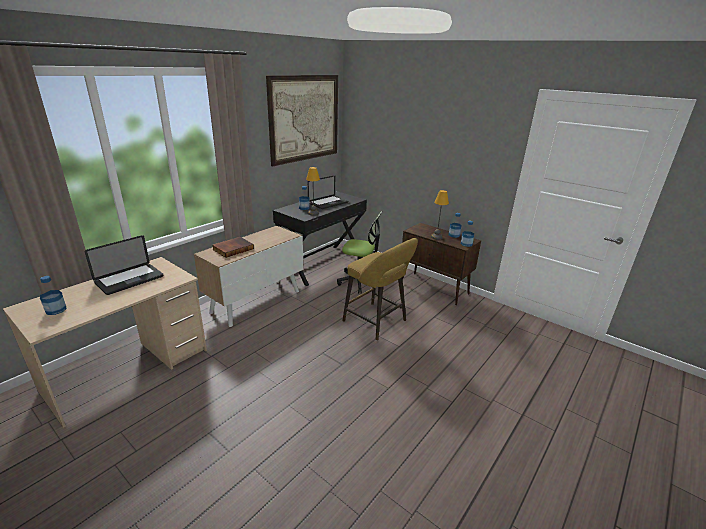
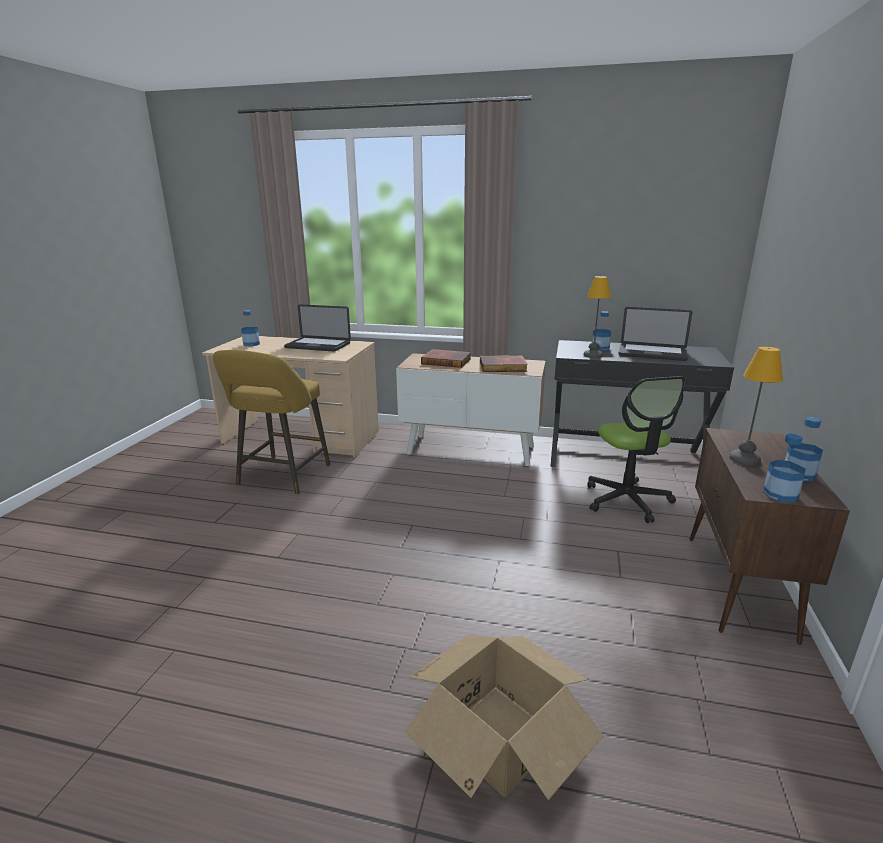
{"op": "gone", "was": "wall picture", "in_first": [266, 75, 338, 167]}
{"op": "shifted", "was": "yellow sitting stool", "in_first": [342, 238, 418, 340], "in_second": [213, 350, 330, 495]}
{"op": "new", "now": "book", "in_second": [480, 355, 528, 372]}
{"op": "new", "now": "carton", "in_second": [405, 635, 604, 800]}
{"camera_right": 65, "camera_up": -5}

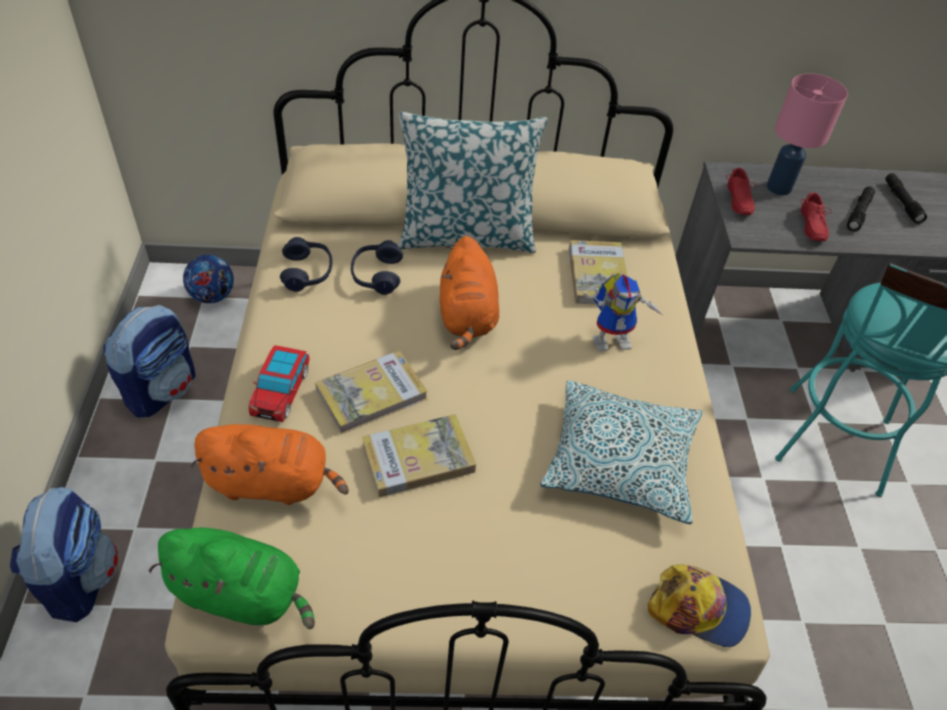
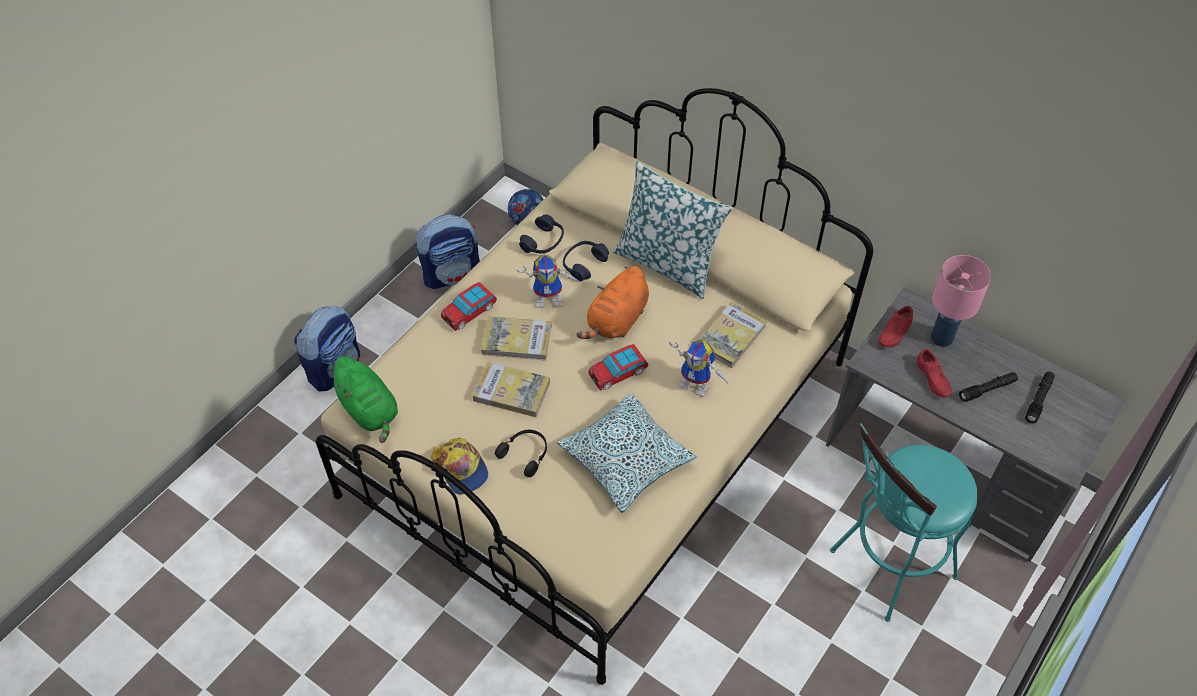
{"op": "rotated", "was": "red-coloured shoe", "in_first": [801, 192, 832, 241], "in_second": [917, 349, 952, 398], "clockwise": -60}
{"op": "gone", "was": "orange-coloured soft toy", "in_first": [191, 424, 349, 505]}
{"op": "shifted", "was": "baseball cap", "in_first": [648, 565, 751, 647], "in_second": [431, 438, 488, 495]}
{"op": "new", "now": "robot figure", "in_second": [516, 254, 581, 308]}
{"op": "new", "now": "toy car", "in_second": [589, 344, 649, 391]}
{"op": "new", "now": "black-coloured headphones", "in_second": [495, 430, 547, 477]}
{"camera_right": 40, "camera_up": 5}

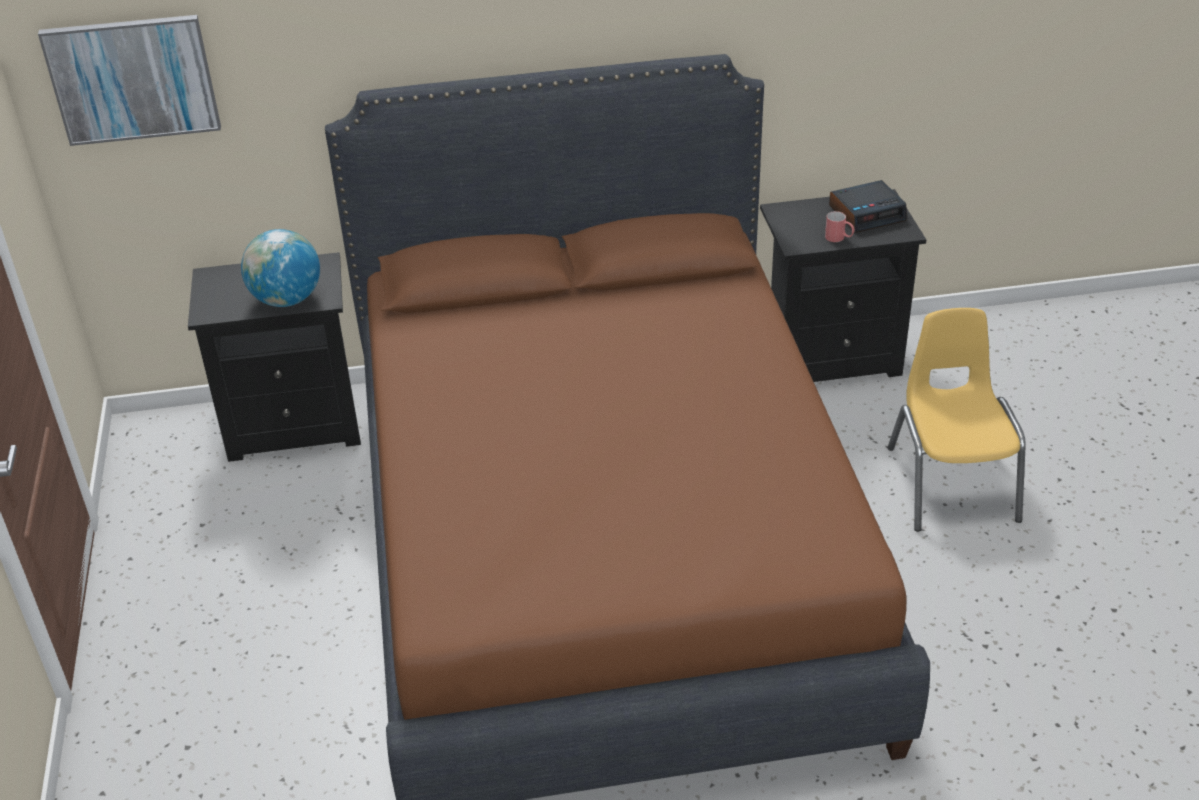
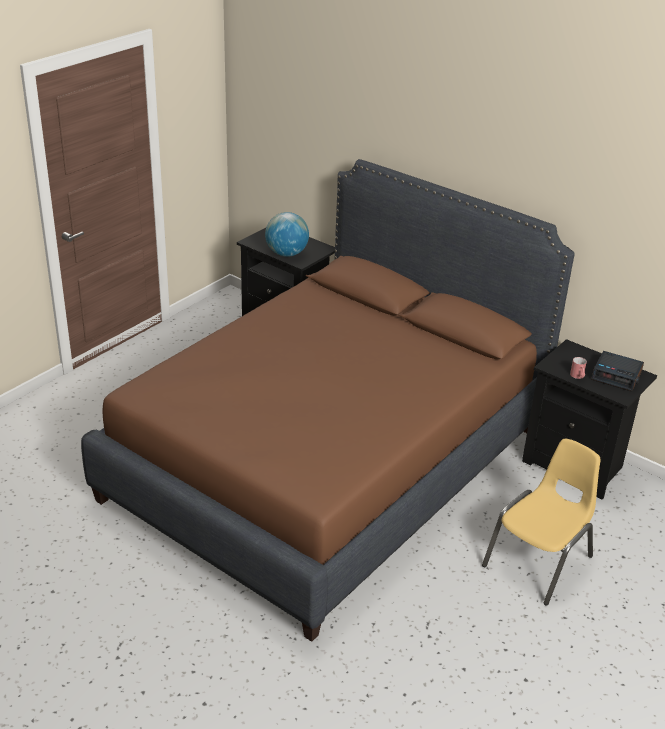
{"op": "gone", "was": "wall picture", "in_first": [38, 15, 221, 146]}
{"camera_right": 45, "camera_up": -5}

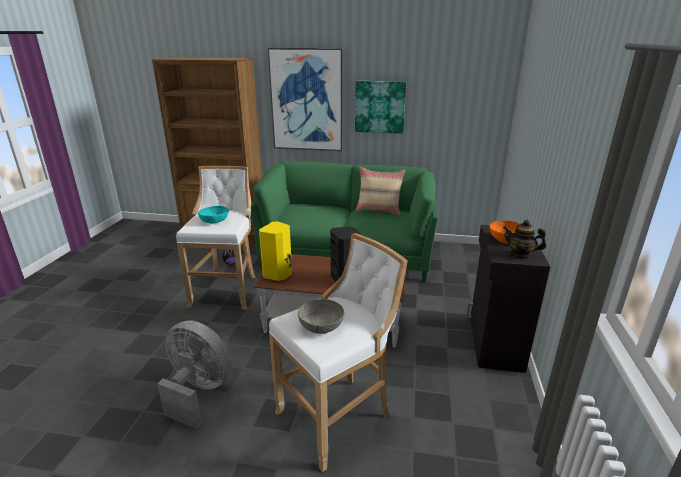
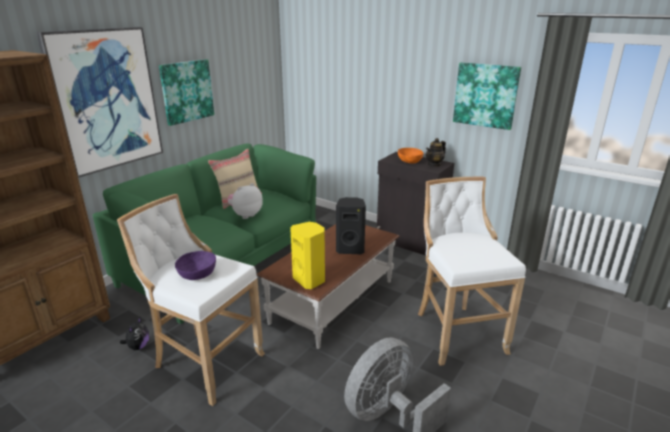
{"op": "repainted", "was": "turquoise-coloured deep dish", "now": "purple-coloured deep dish", "in_first": [198, 206, 229, 224], "in_second": [175, 251, 216, 280]}
{"op": "gone", "was": "gray deep dish", "in_first": [298, 299, 345, 334]}
{"op": "new", "now": "wall picture", "in_second": [453, 62, 521, 130]}
{"op": "new", "now": "soft toy", "in_second": [227, 183, 263, 219]}
{"camera_right": -65, "camera_up": 0}

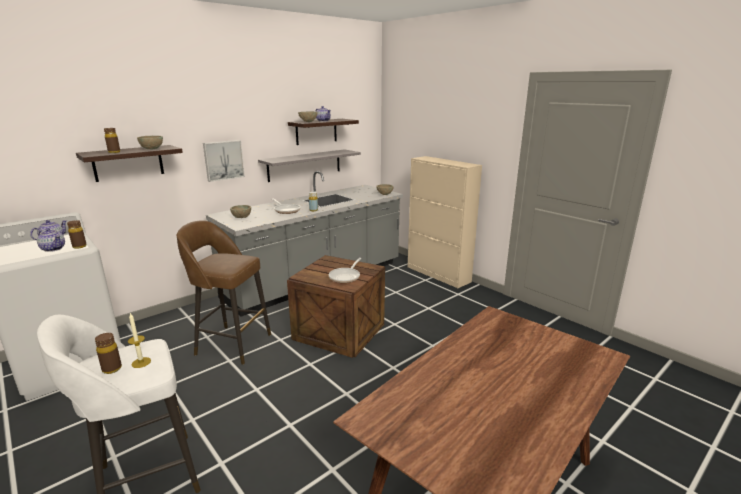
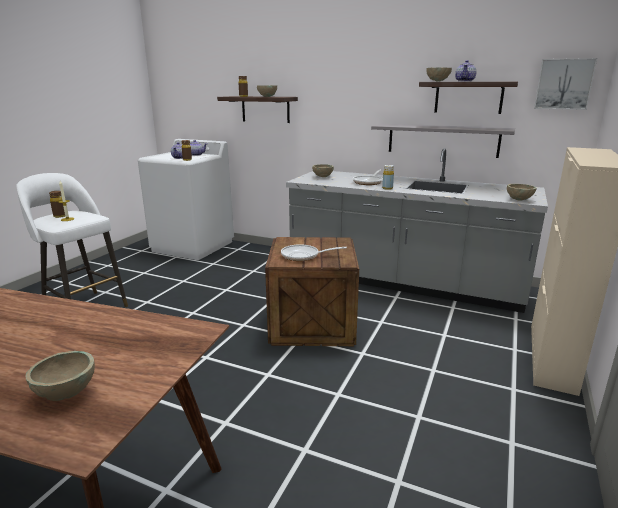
{"op": "shifted", "was": "wall picture", "in_first": [203, 140, 245, 182], "in_second": [534, 58, 597, 110]}
{"op": "gone", "was": "brown sitting stool", "in_first": [177, 220, 271, 365]}
{"op": "new", "now": "beige deep dish", "in_second": [26, 351, 95, 401]}
{"camera_right": 65, "camera_up": 0}

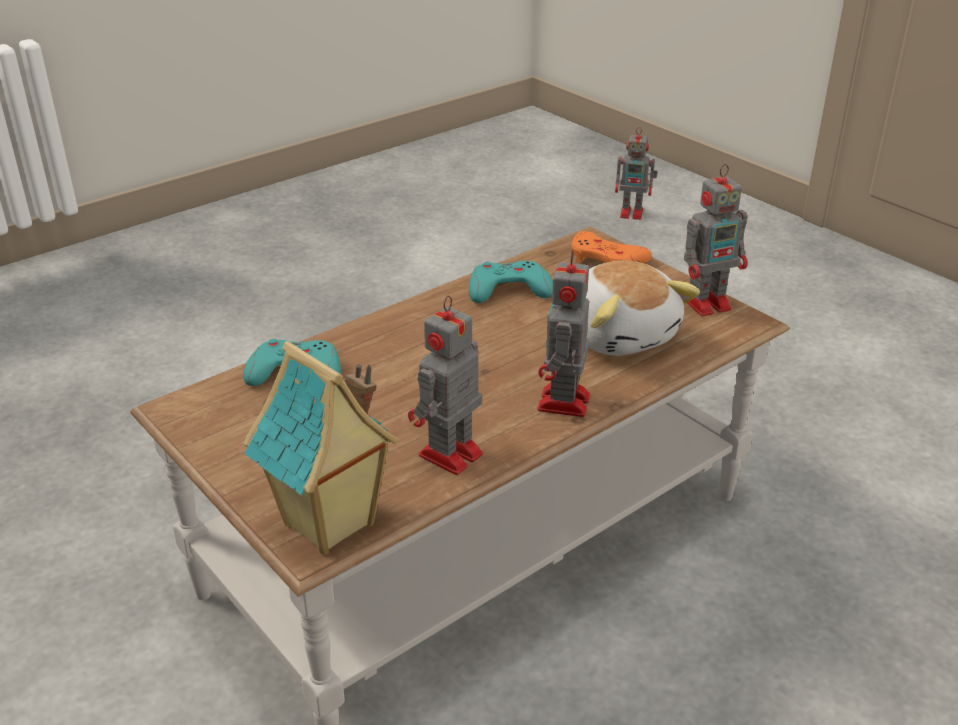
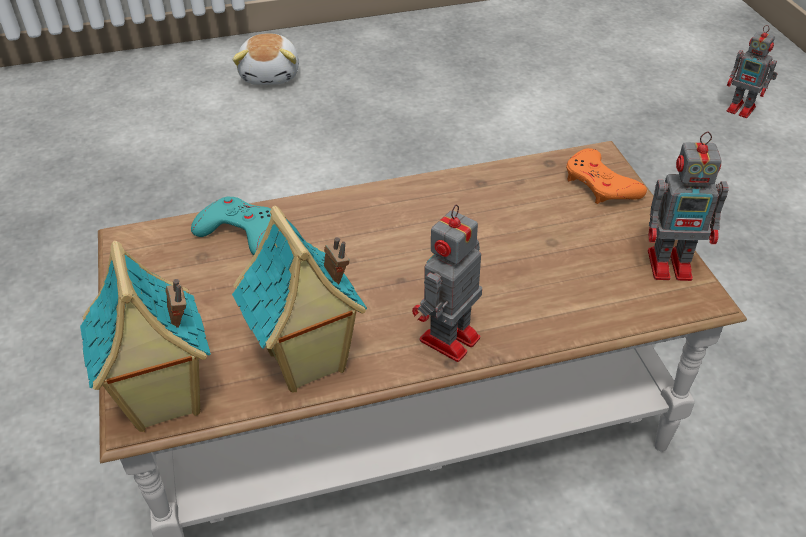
{"op": "gone", "was": "turquoise-coloured gamepad", "in_first": [469, 261, 553, 303]}
{"op": "shifted", "was": "soft toy", "in_first": [586, 261, 700, 356], "in_second": [232, 33, 299, 85]}
{"op": "swapped", "was": "robot figure", "now": "model house", "in_first": [408, 296, 483, 475], "in_second": [232, 206, 367, 393]}
{"camera_right": 25, "camera_up": 10}

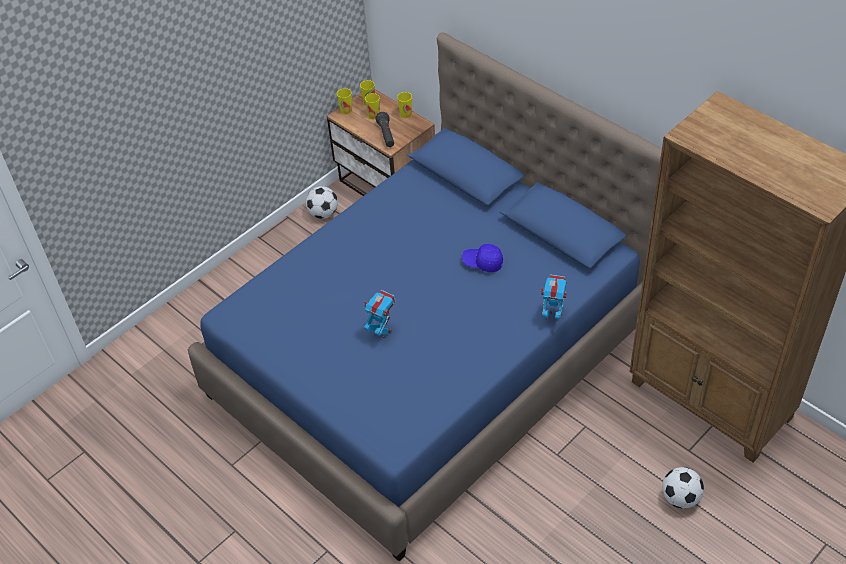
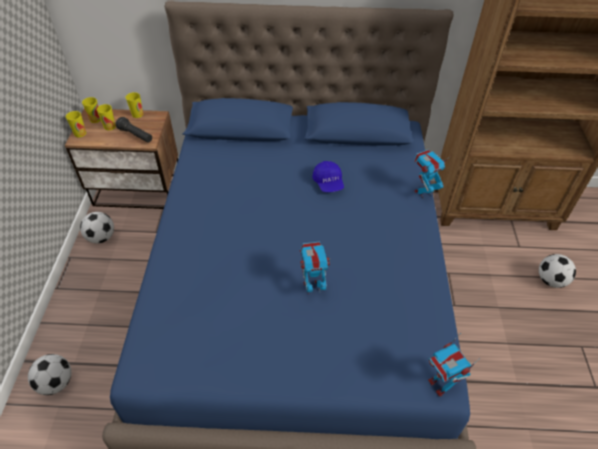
{"op": "rotated", "was": "blue-coloured baseball cap", "in_first": [462, 244, 503, 272], "in_second": [312, 161, 344, 192], "clockwise": -75}
{"op": "new", "now": "robot figure", "in_second": [428, 333, 480, 397]}
{"op": "new", "now": "football", "in_second": [28, 354, 72, 395]}
{"camera_right": -45, "camera_up": 0}

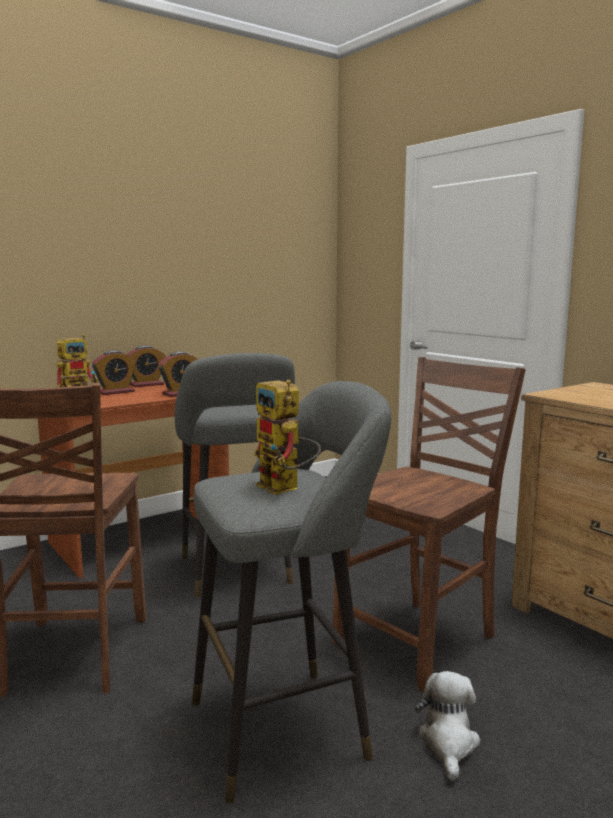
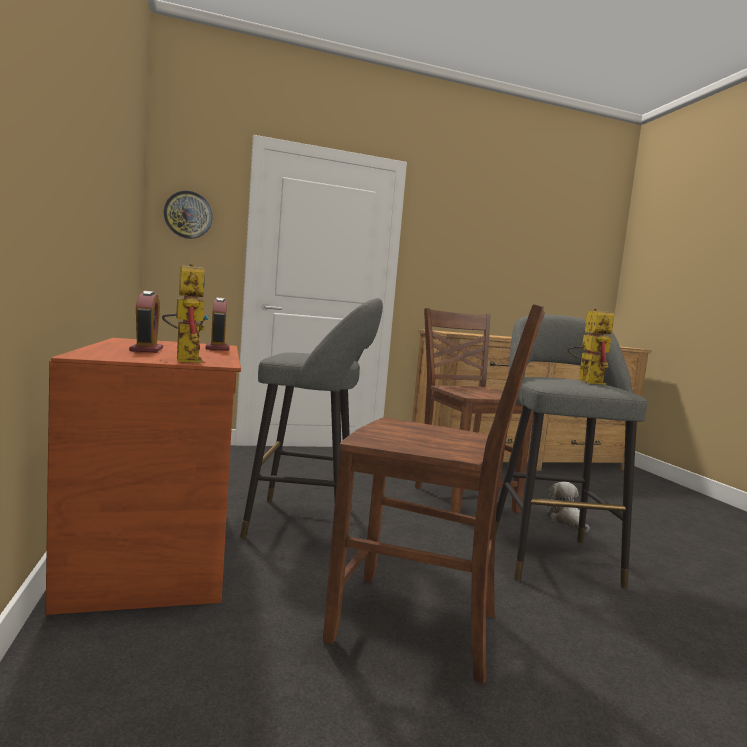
{"op": "gone", "was": "bedside clock", "in_first": [127, 346, 166, 387]}
{"op": "rotated", "was": "robot figure", "in_first": [254, 380, 321, 495], "in_second": [568, 308, 614, 385], "clockwise": -75}
{"op": "rotated", "was": "soft toy", "in_first": [415, 671, 480, 781], "in_second": [547, 482, 590, 533], "clockwise": 45}
{"op": "new", "now": "wall clock", "in_second": [164, 191, 212, 239]}
{"camera_right": -70, "camera_up": -5}

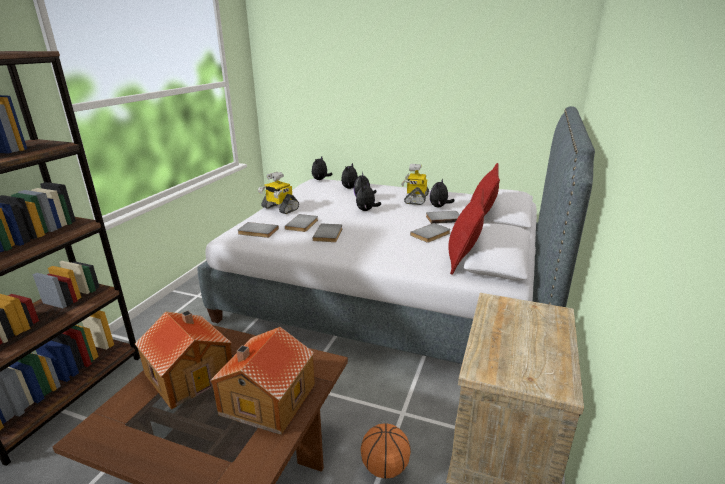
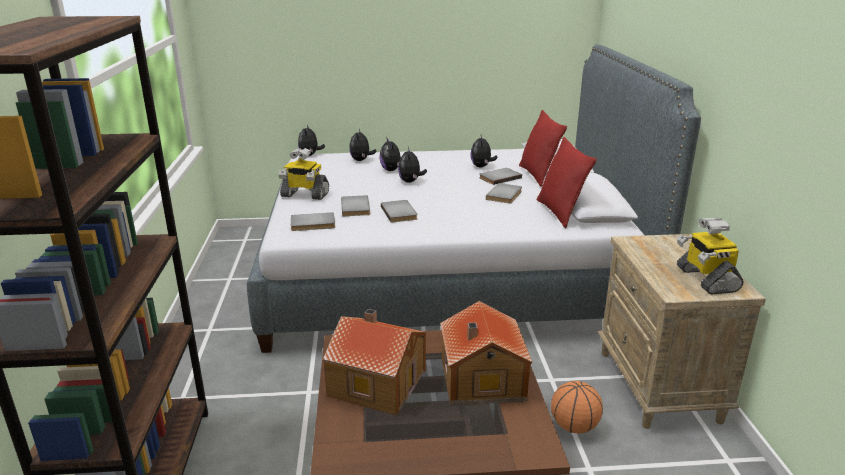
{"op": "shifted", "was": "robot figure", "in_first": [401, 164, 429, 205], "in_second": [677, 218, 744, 295]}
{"camera_right": -25, "camera_up": 0}

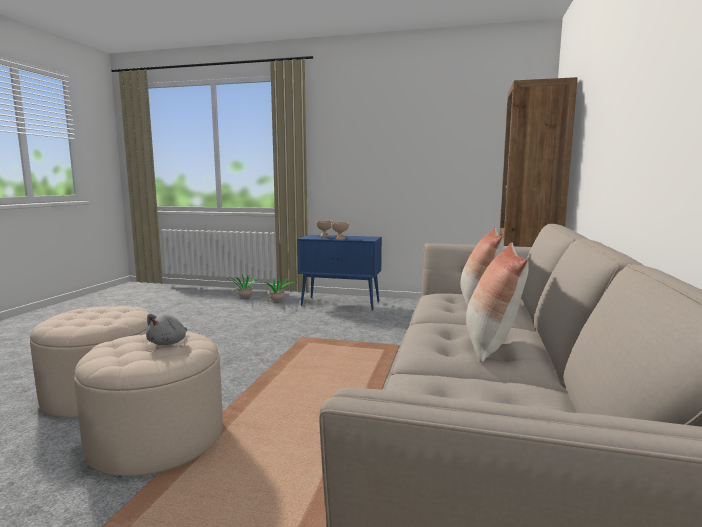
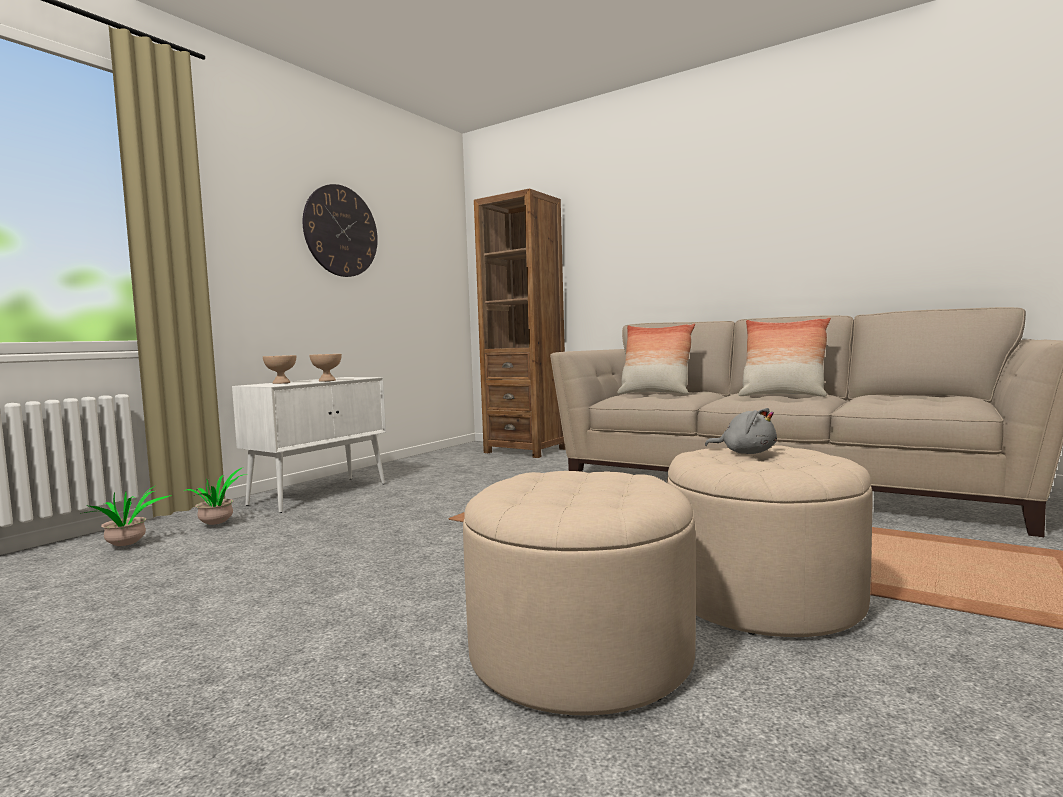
{"op": "repainted", "was": "blue-coloured cupboard", "now": "white cupboard", "in_first": [297, 235, 382, 311], "in_second": [232, 377, 386, 513]}
{"op": "new", "now": "wall clock", "in_second": [303, 184, 378, 277]}
{"camera_right": -70, "camera_up": -5}

